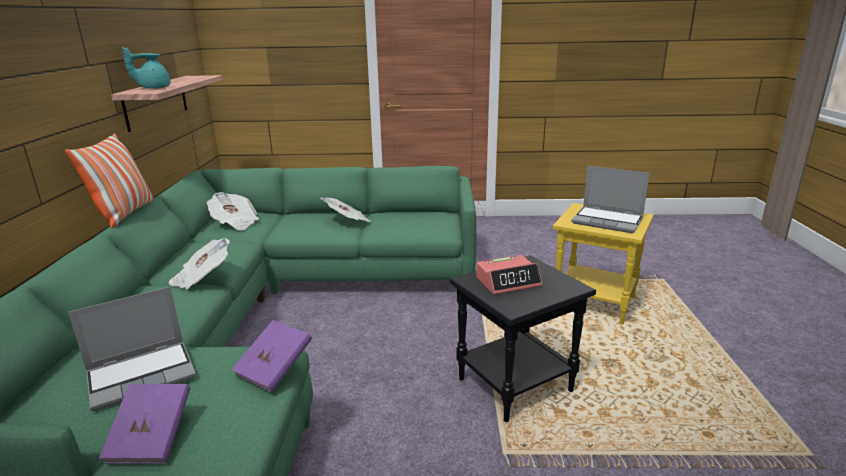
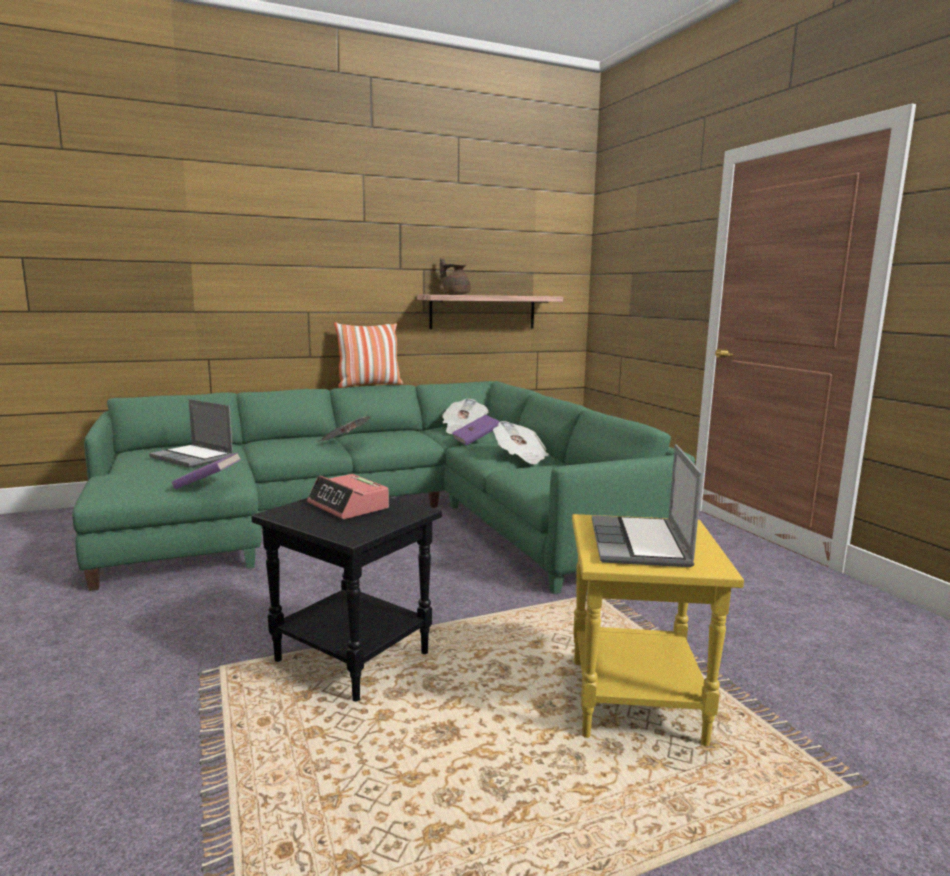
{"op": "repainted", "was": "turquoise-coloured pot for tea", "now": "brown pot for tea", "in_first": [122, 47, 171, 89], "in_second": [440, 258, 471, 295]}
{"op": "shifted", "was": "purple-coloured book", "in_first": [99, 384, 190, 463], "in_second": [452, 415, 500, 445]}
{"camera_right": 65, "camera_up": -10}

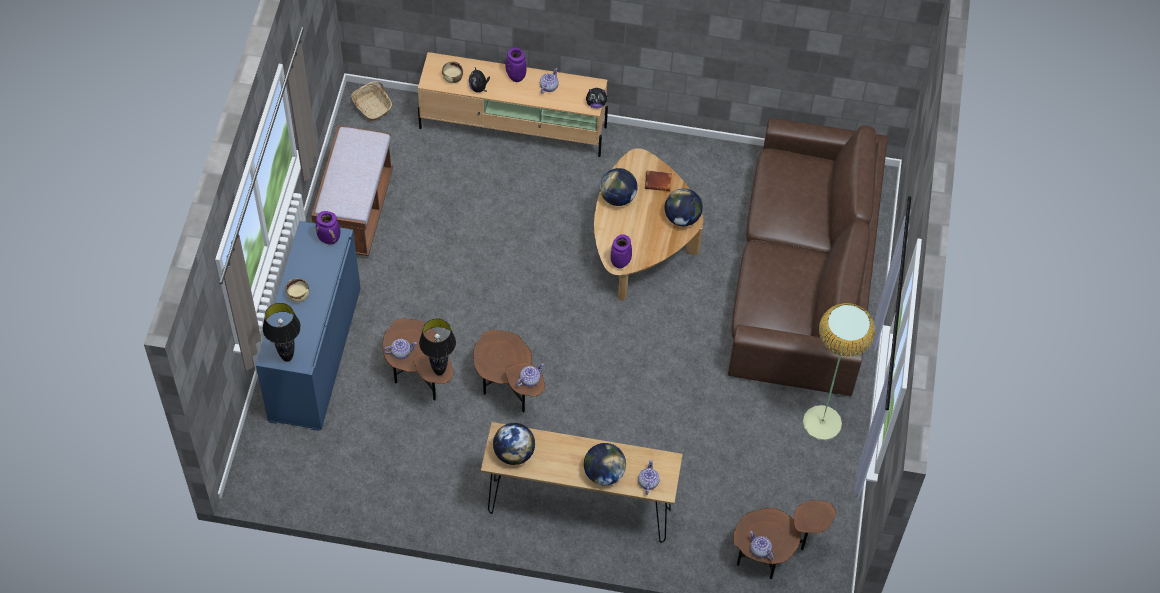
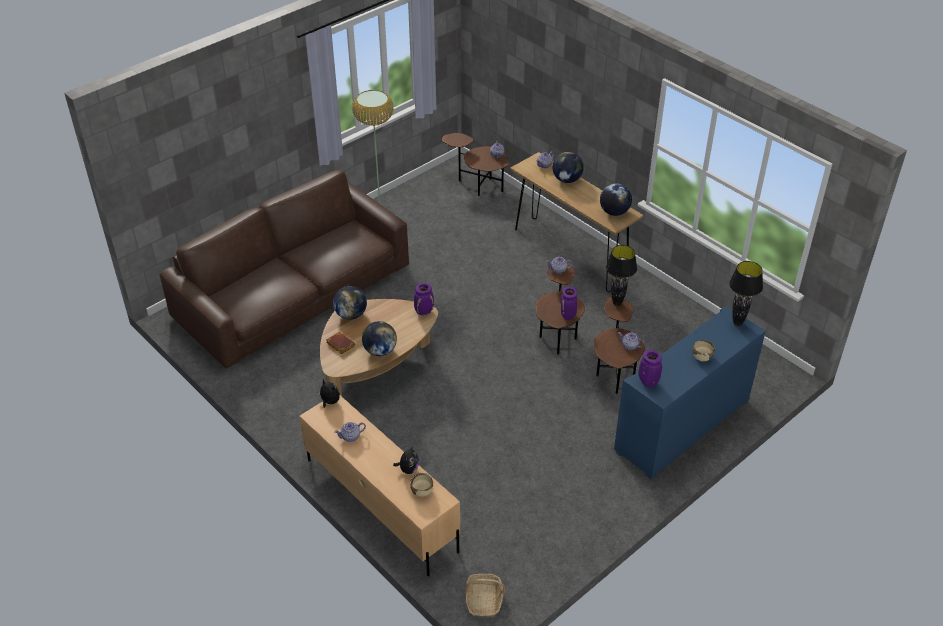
{"op": "shifted", "was": "purple-coloured decorative vase", "in_first": [505, 47, 527, 82], "in_second": [561, 287, 577, 320]}
{"op": "gone", "was": "brown bench", "in_first": [311, 125, 393, 256]}
{"camera_right": -140, "camera_up": -15}

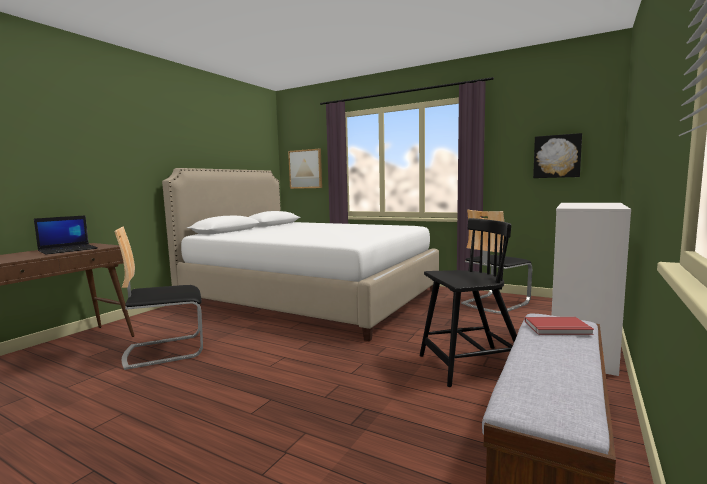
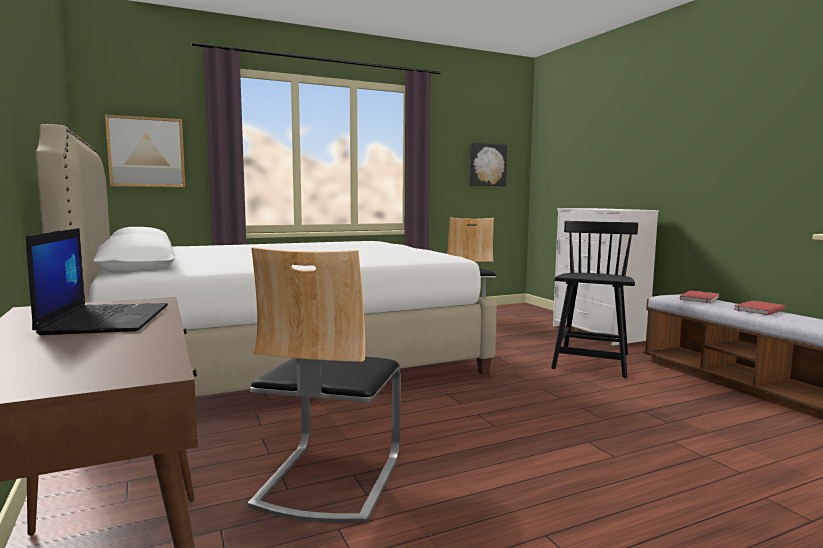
{"op": "new", "now": "red-coloured book", "in_second": [734, 301, 786, 315]}
{"camera_right": -55, "camera_up": 0}

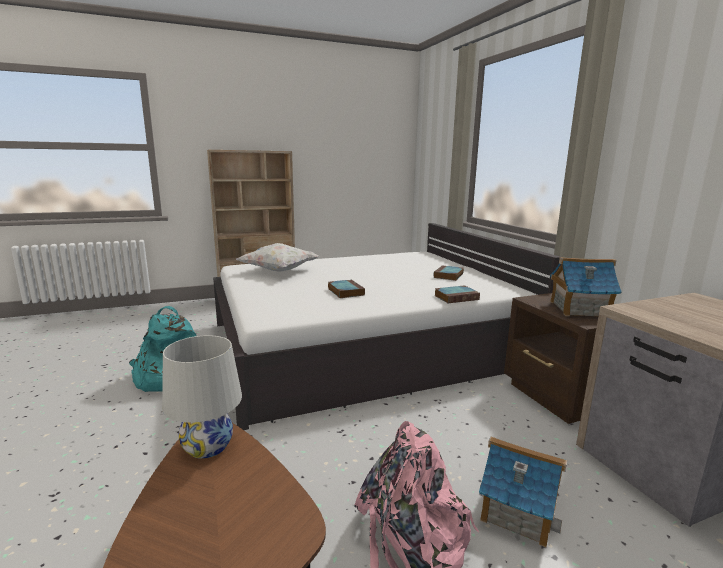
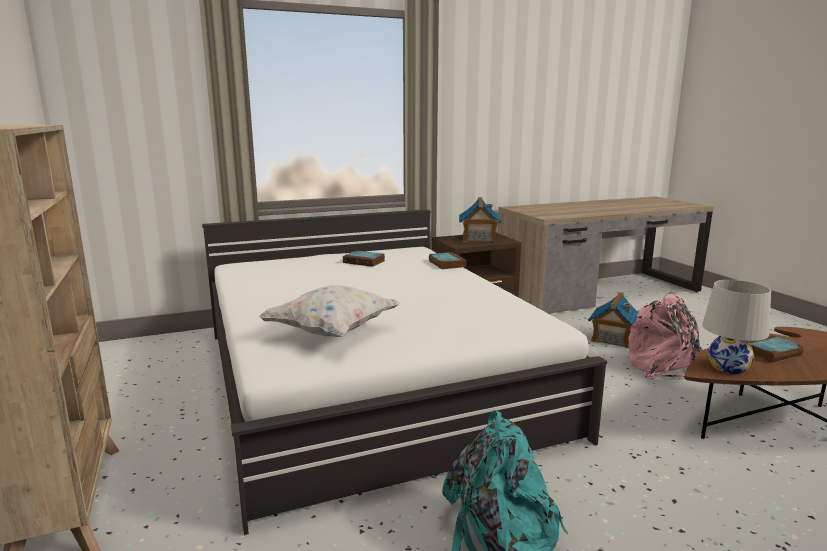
{"op": "shifted", "was": "book", "in_first": [328, 280, 365, 298], "in_second": [748, 334, 804, 363]}
{"camera_right": -90, "camera_up": 0}

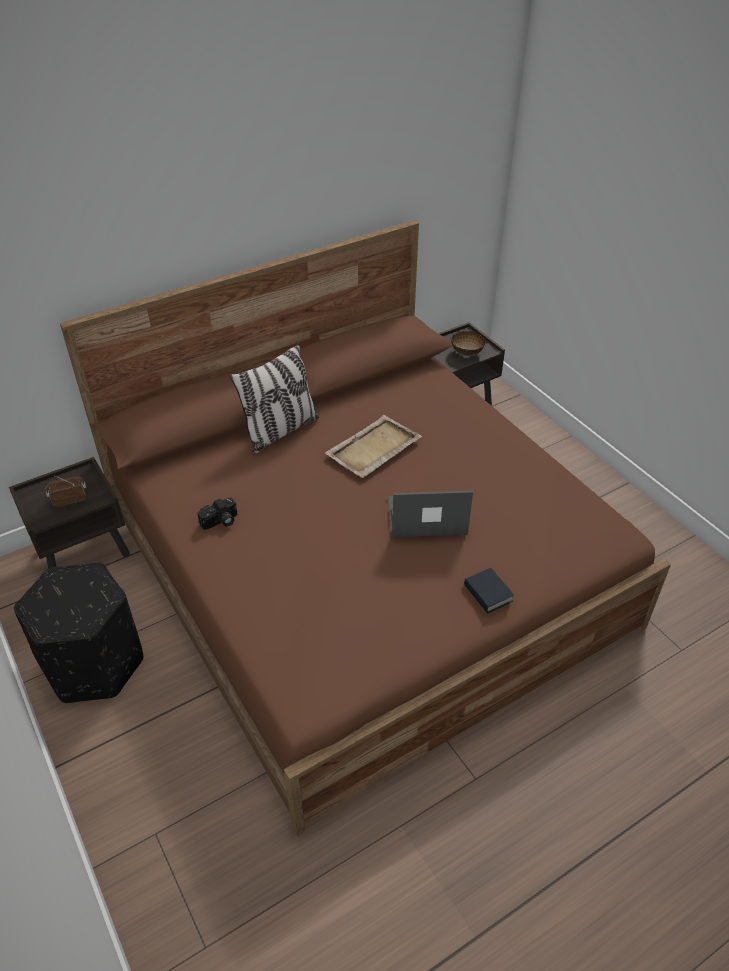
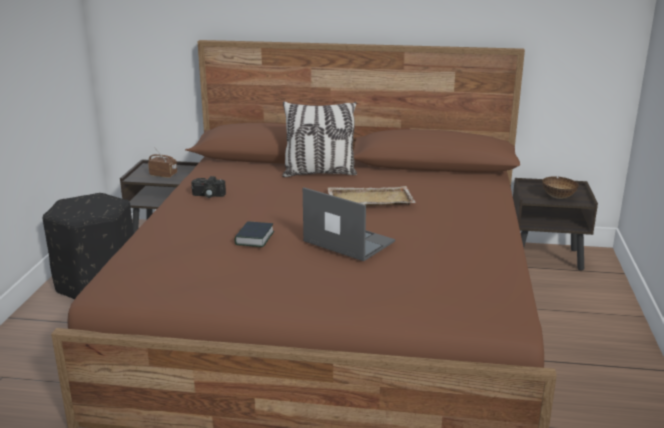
{"op": "shifted", "was": "book", "in_first": [464, 568, 514, 614], "in_second": [234, 221, 274, 247]}
{"camera_right": 40, "camera_up": -20}

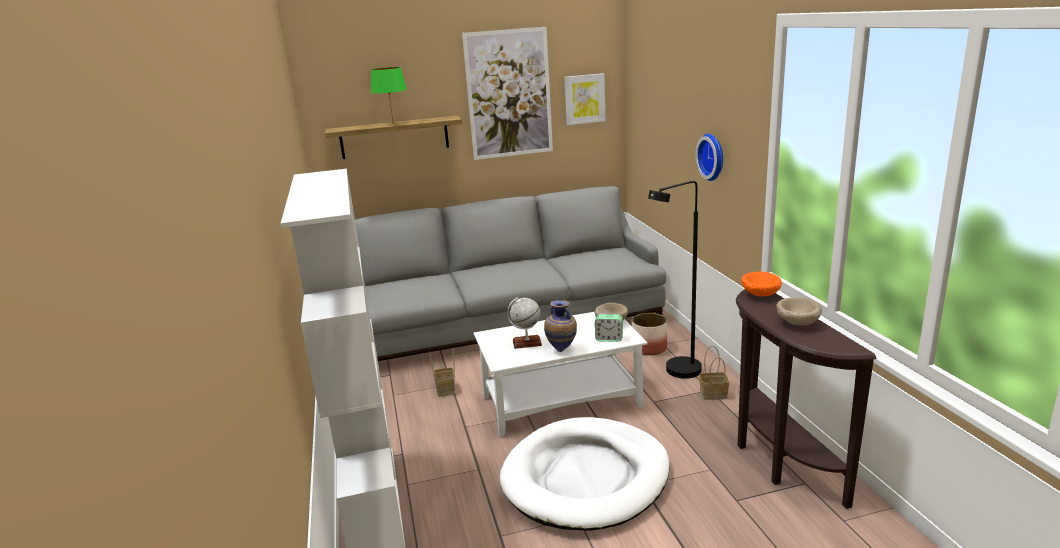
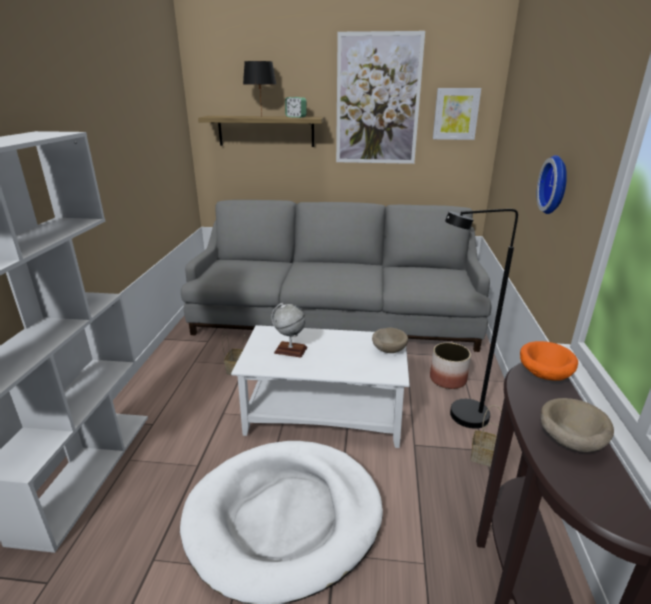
{"op": "repainted", "was": "greenish table lamp", "now": "black-coloured table lamp", "in_first": [371, 67, 407, 120], "in_second": [243, 61, 276, 117]}
{"op": "gone", "was": "decorative vase", "in_first": [544, 300, 577, 352]}
{"op": "shifted", "was": "bedside clock", "in_first": [595, 314, 623, 342], "in_second": [285, 97, 306, 118]}
{"camera_right": 20, "camera_up": 5}

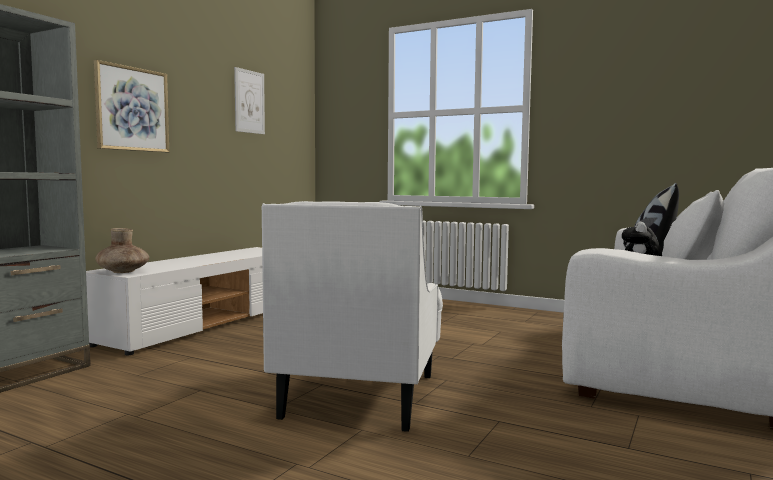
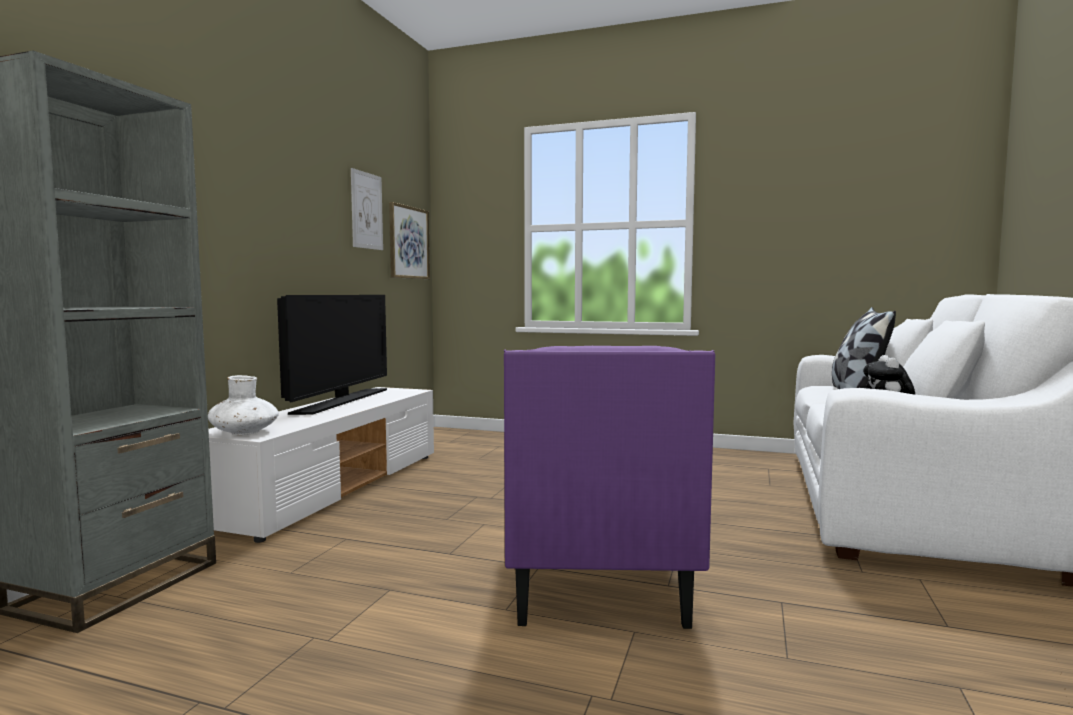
{"op": "shifted", "was": "wall picture", "in_first": [94, 60, 169, 152], "in_second": [389, 202, 430, 279]}
{"op": "repainted", "was": "white armchair", "now": "purple-coloured armchair", "in_first": [262, 201, 443, 432], "in_second": [504, 346, 715, 629]}
{"op": "repainted", "was": "brown decorative vase", "now": "white decorative vase", "in_first": [95, 228, 149, 273], "in_second": [208, 375, 279, 435]}
{"op": "new", "now": "TV set", "in_second": [277, 295, 387, 415]}
{"camera_right": -10, "camera_up": 0}

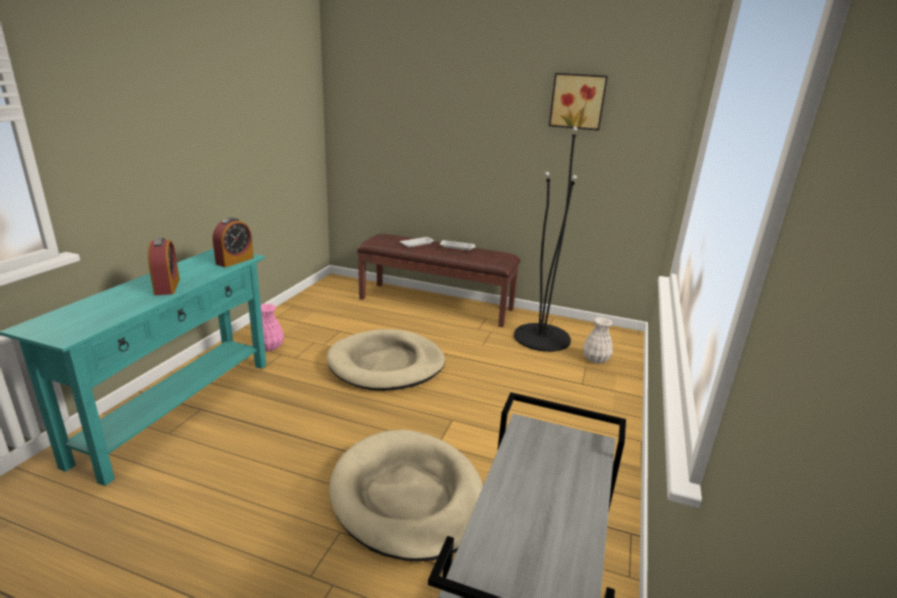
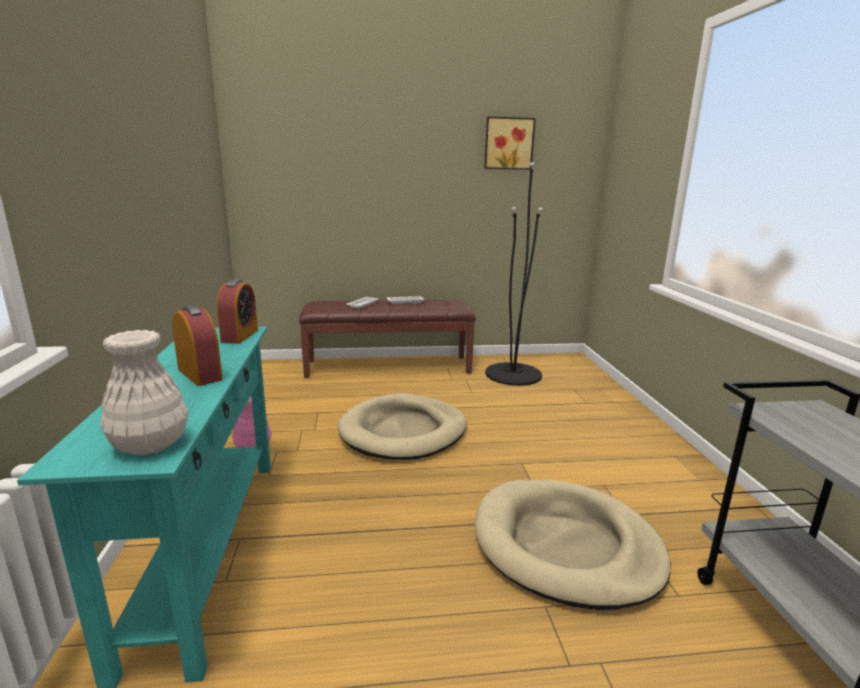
{"op": "shifted", "was": "white decorative vase", "in_first": [583, 317, 613, 364], "in_second": [100, 330, 188, 455]}
{"camera_right": -25, "camera_up": -5}

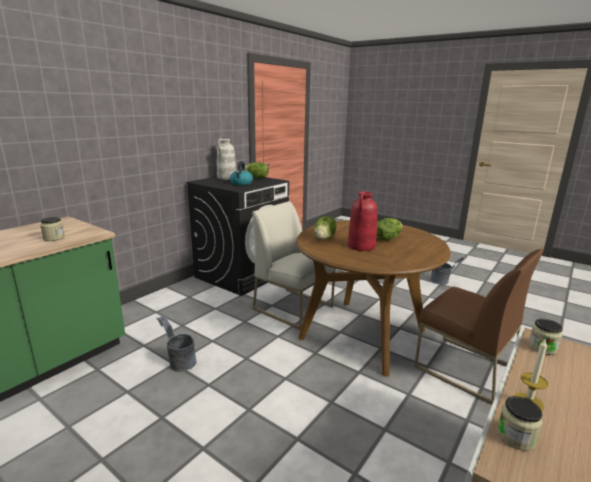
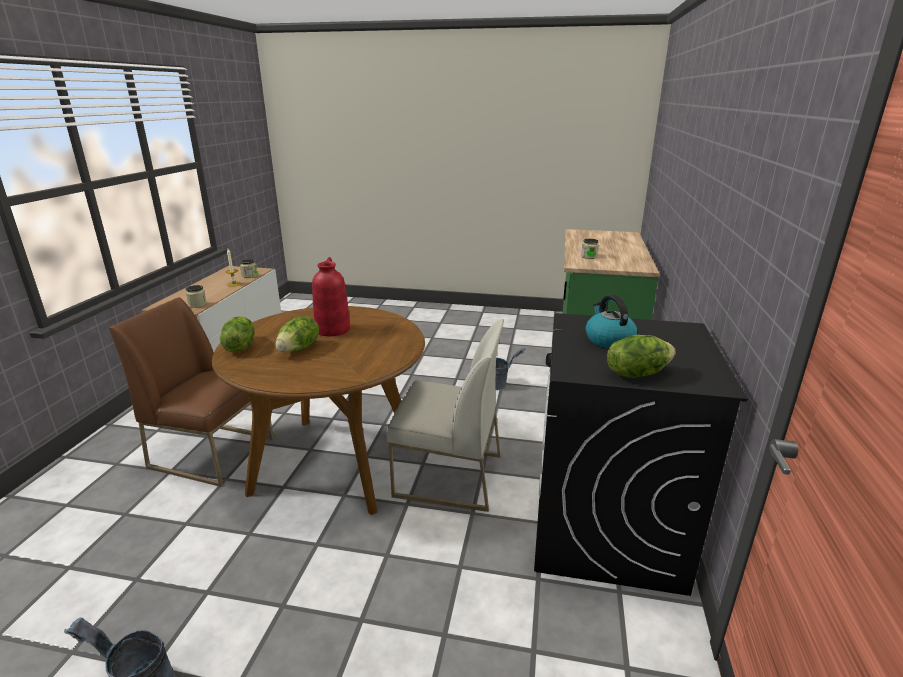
{"op": "gone", "was": "white decorative vase", "in_first": [217, 138, 236, 180]}
{"op": "shifted", "was": "head of lettuce", "in_first": [314, 216, 337, 240], "in_second": [220, 316, 255, 352]}
{"camera_right": 155, "camera_up": 5}

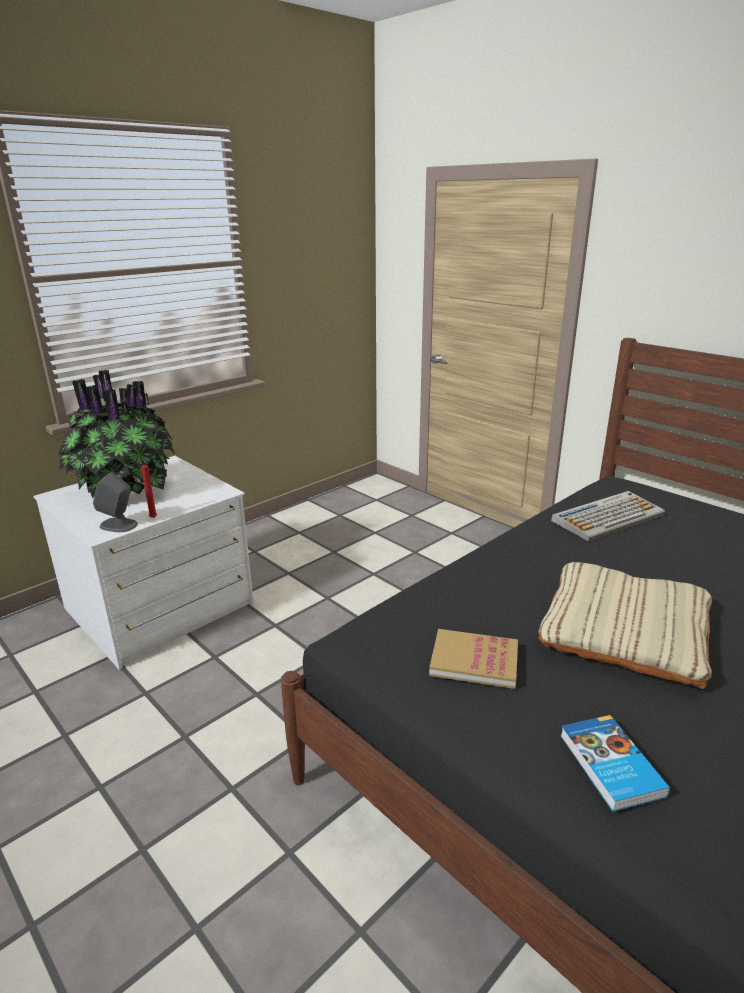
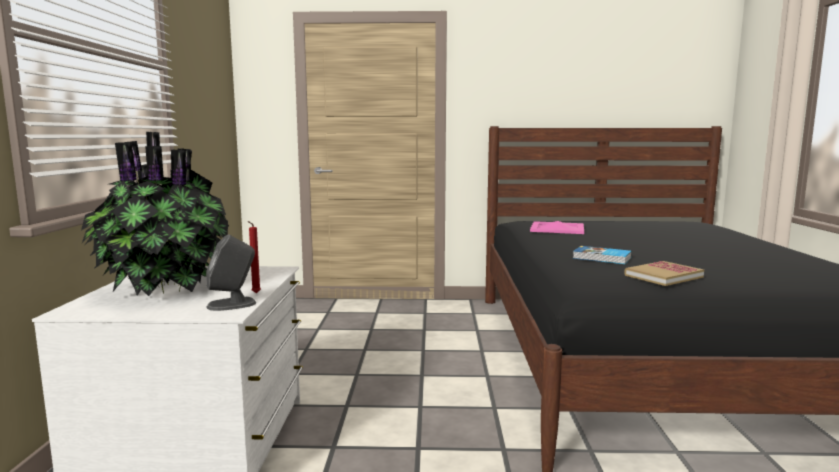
{"op": "swapped", "was": "computer keyboard", "now": "pinkish carrying tray", "in_first": [551, 491, 665, 541], "in_second": [530, 221, 584, 234]}
{"op": "gone", "was": "beige cushion", "in_first": [538, 562, 712, 689]}
{"op": "shifted", "was": "book", "in_first": [560, 715, 670, 812], "in_second": [573, 246, 632, 264]}
{"camera_right": -45, "camera_up": -15}

